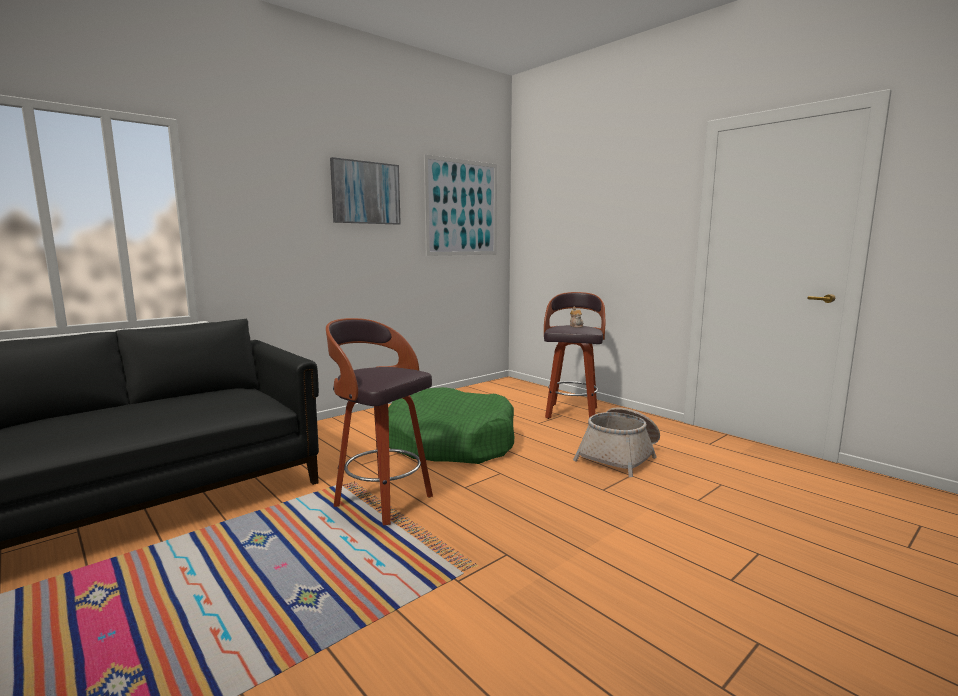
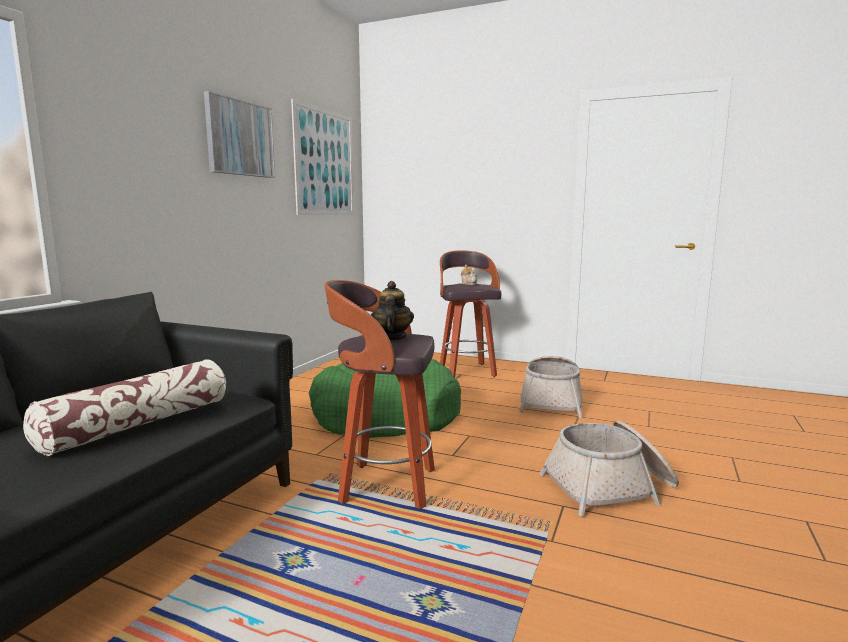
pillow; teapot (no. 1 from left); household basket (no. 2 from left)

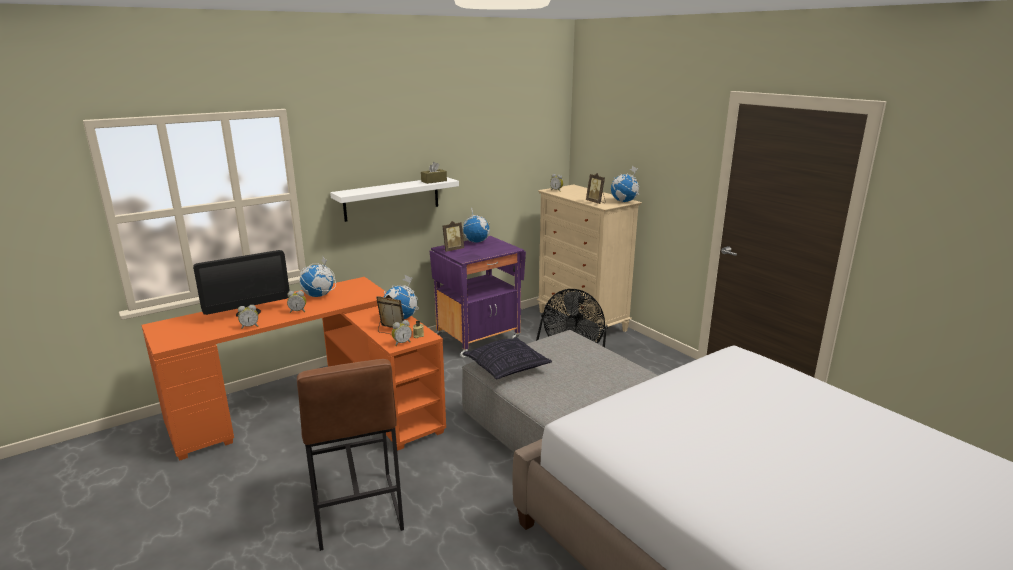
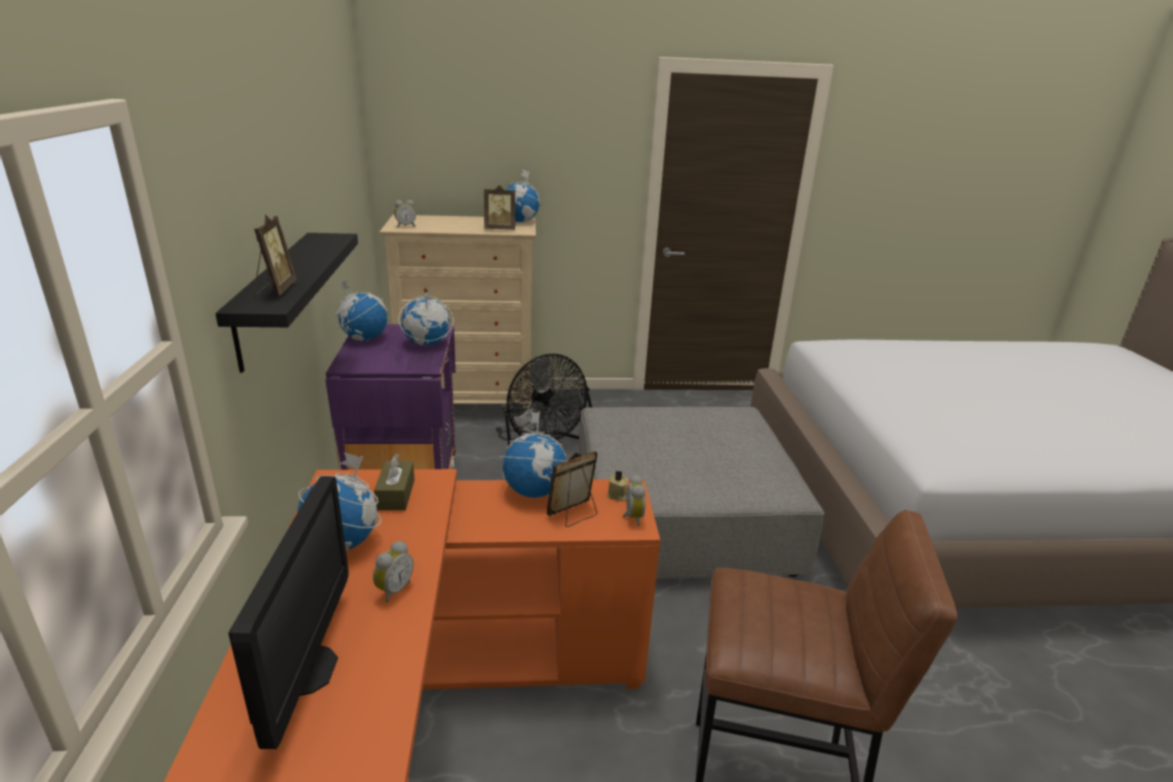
black shelf; standing frame (no. 1 from left); brownish tissue holder; globe (no. 3 from left); bedside clock (no. 1 from left in the first image); pillow

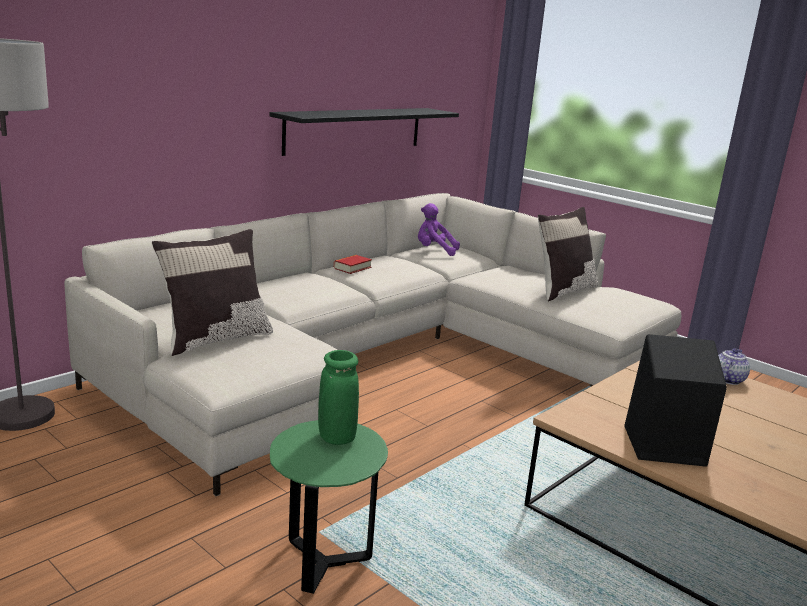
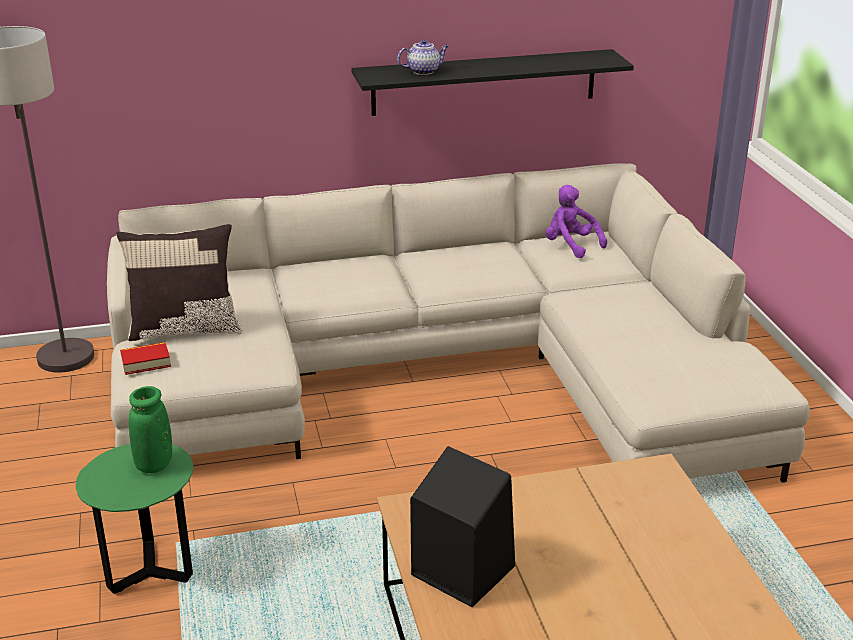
book; teapot; pillow (no. 2 from left in the first image)

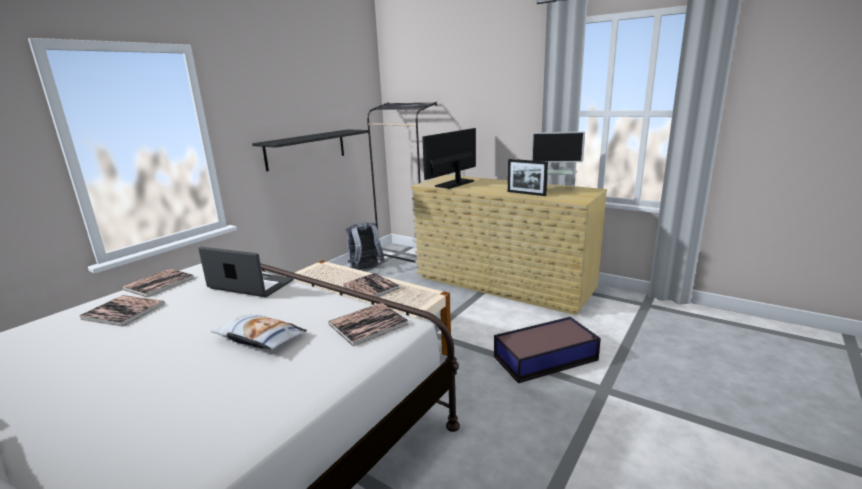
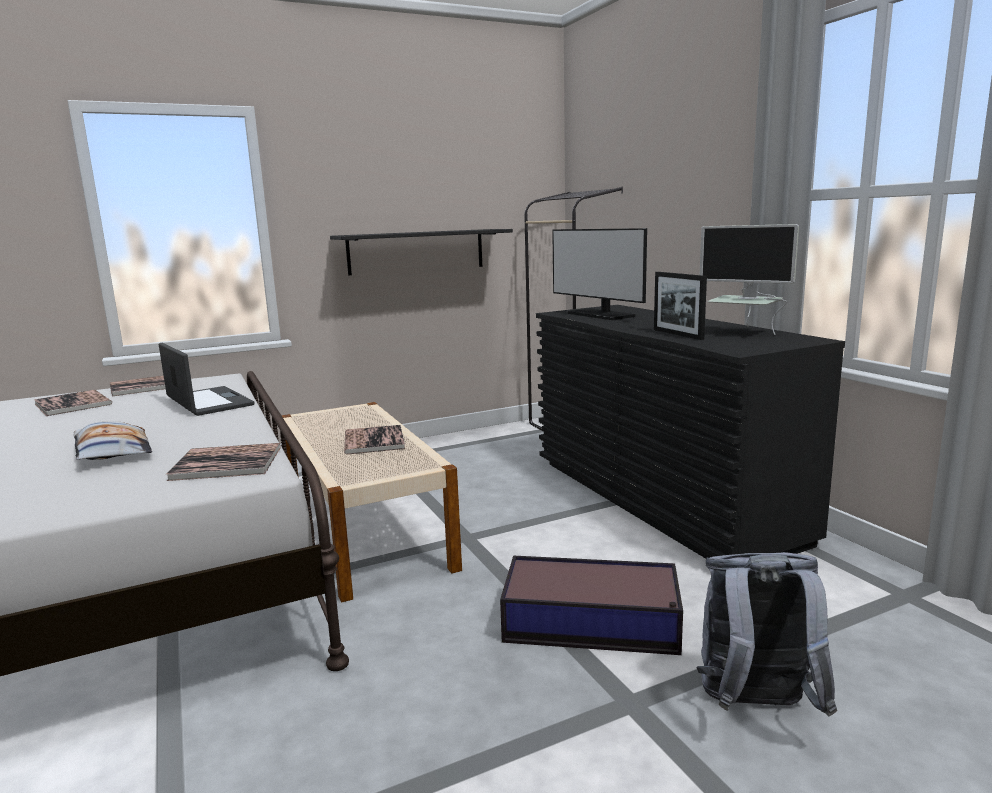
black chest of drawers; computer display (no. 1 from left); gray rucksack

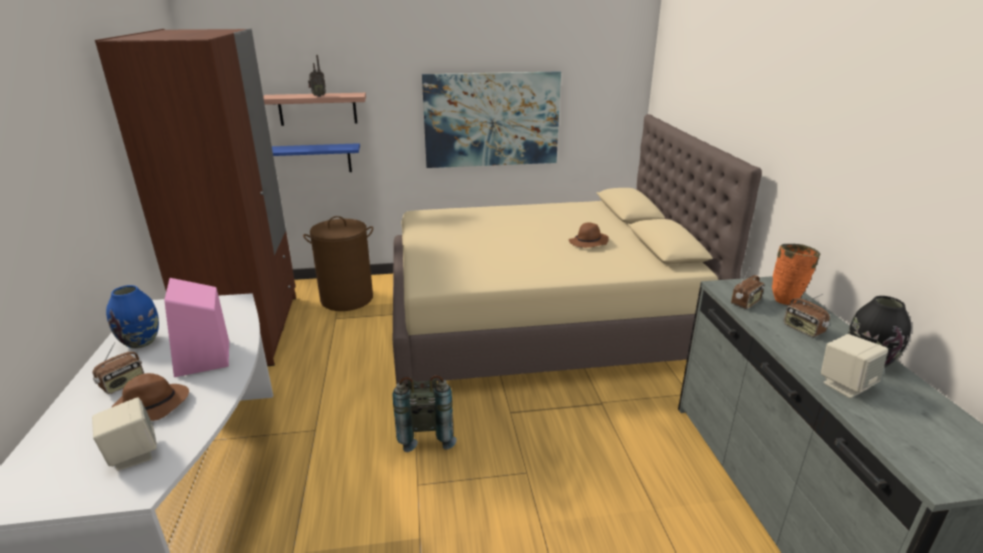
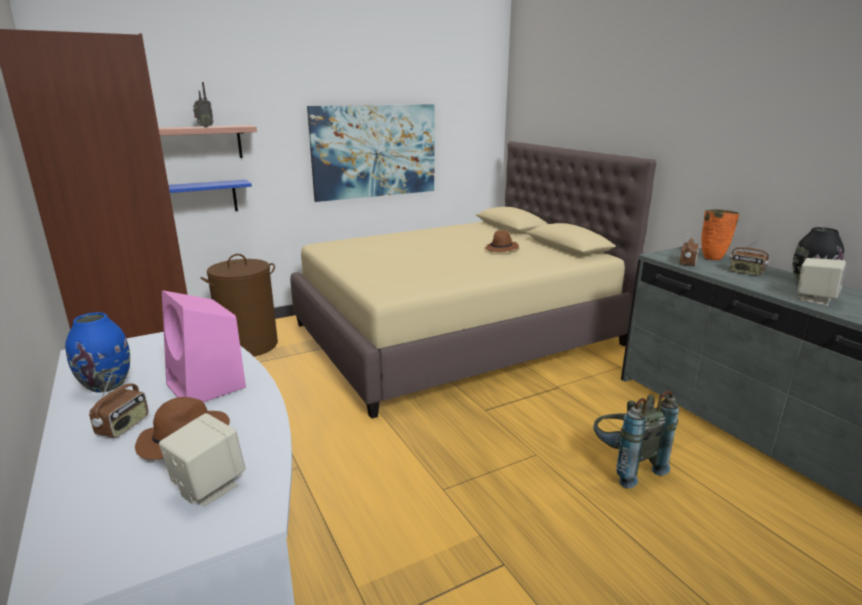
gray rucksack

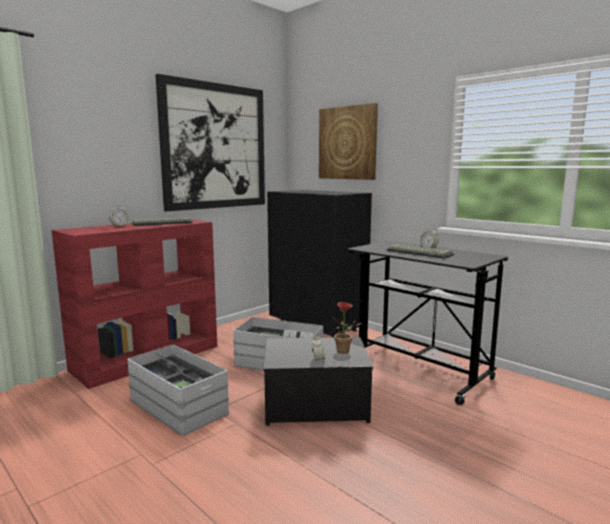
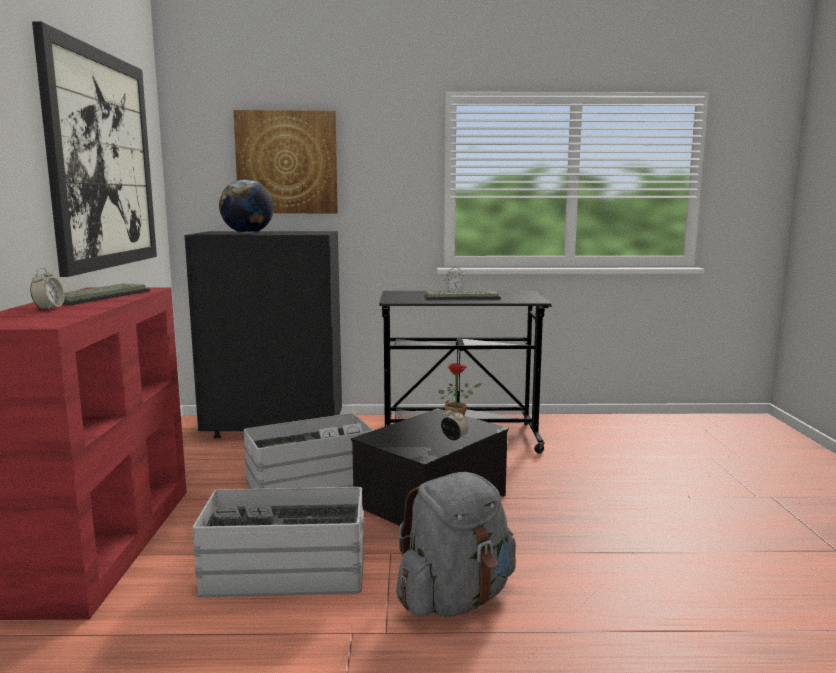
globe; gray rucksack

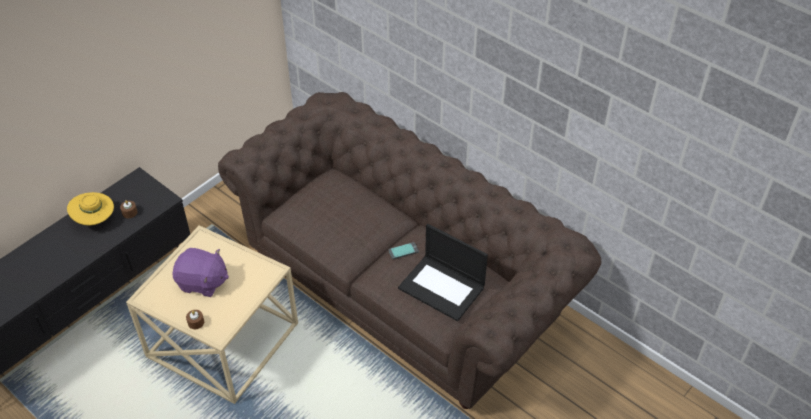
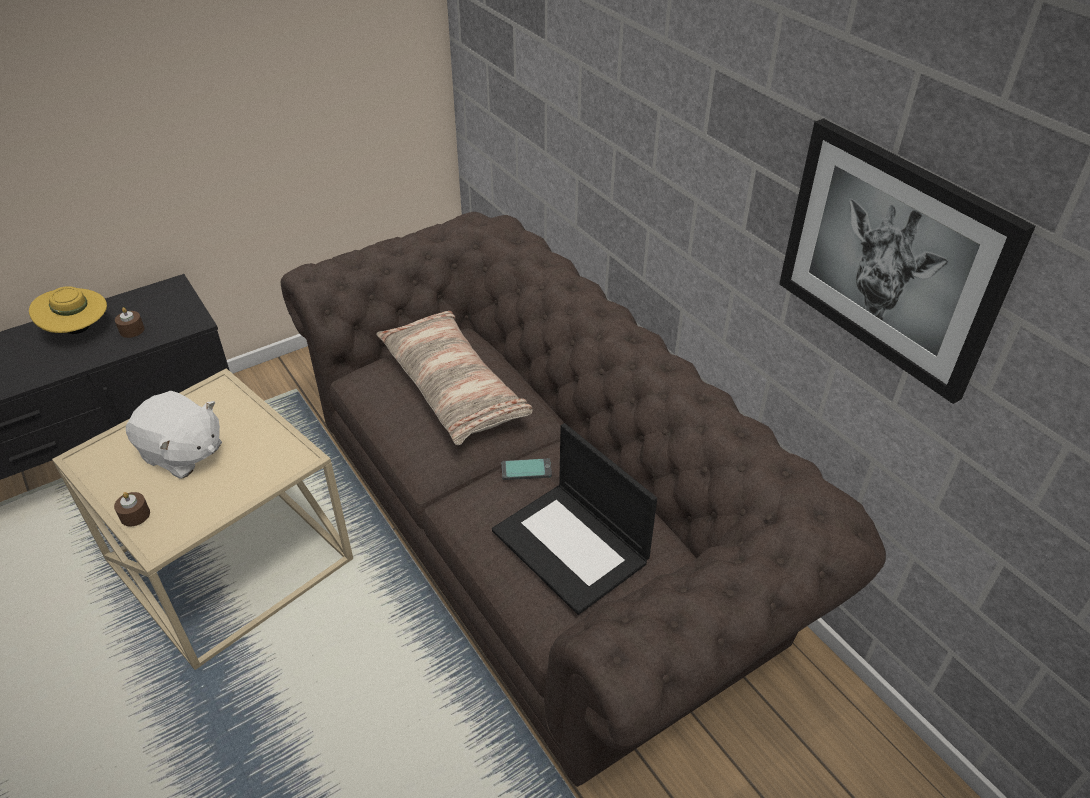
white-coloured cuddly toy; pillow; picture

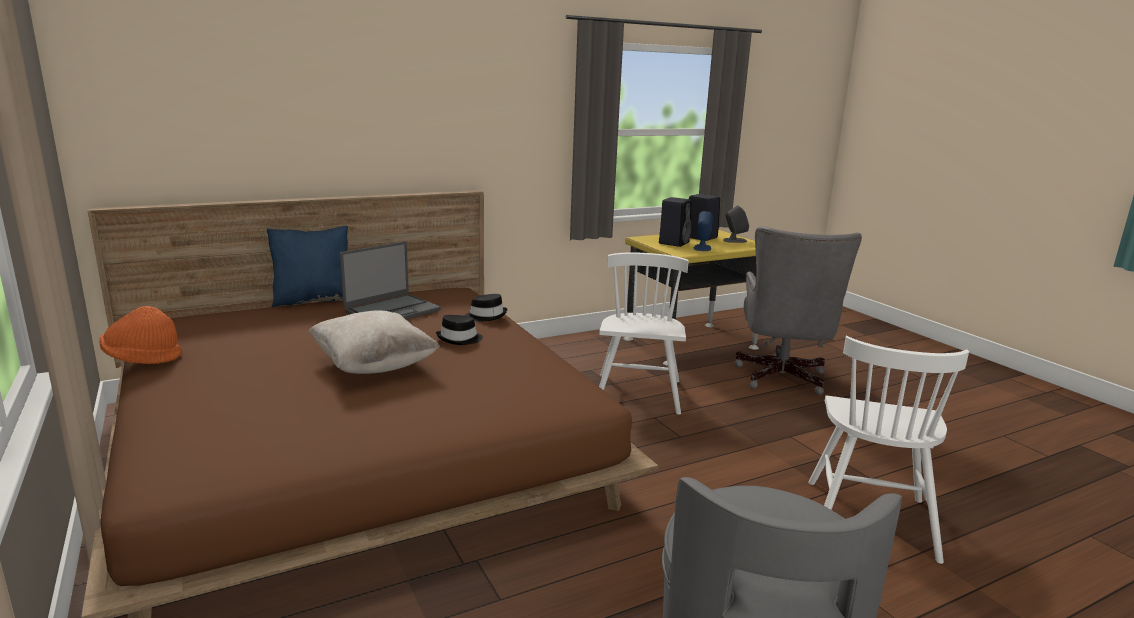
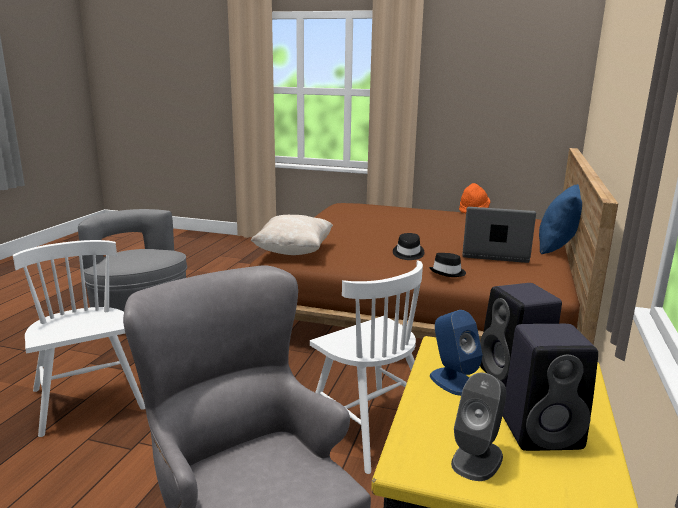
beige pillow; laptop

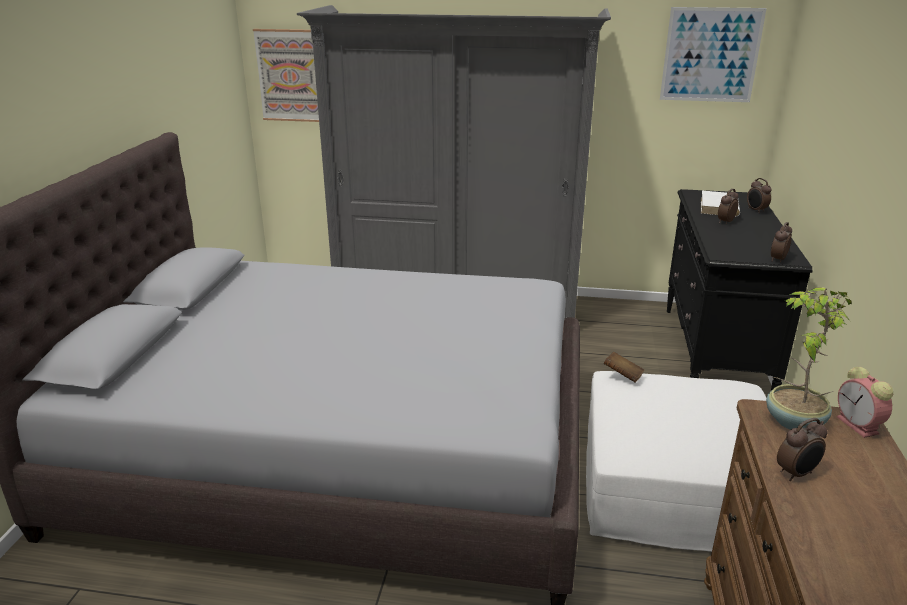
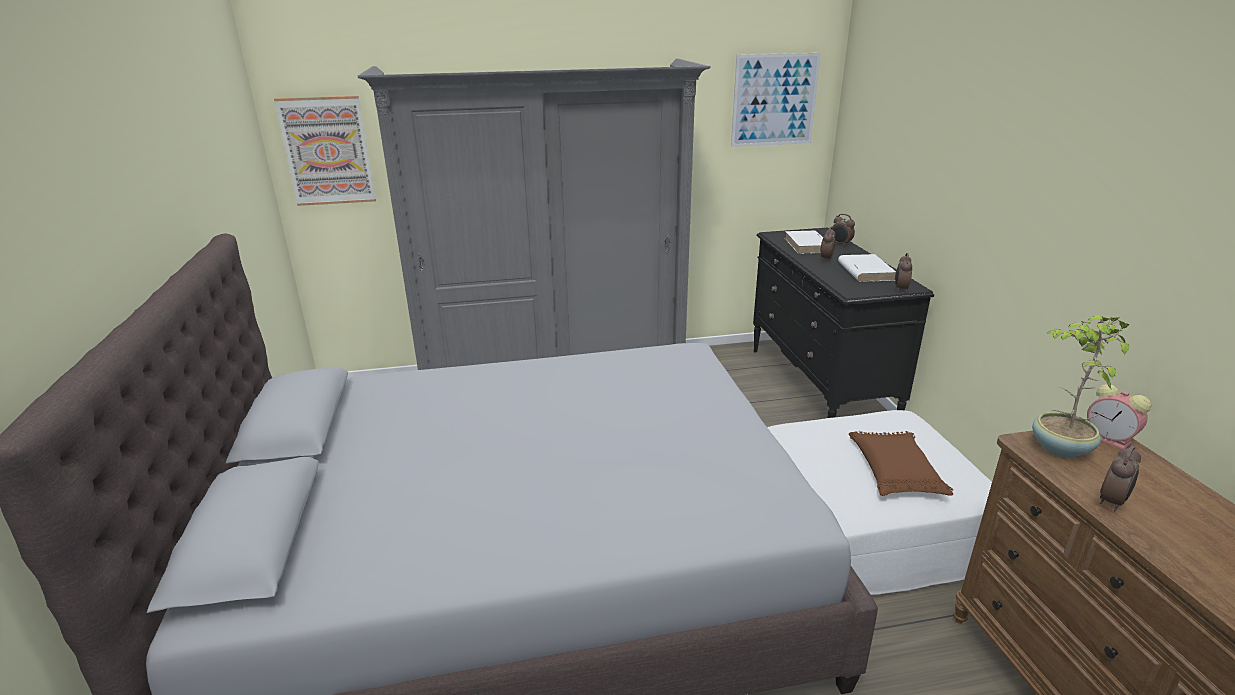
white-coloured book (no. 2 from left); brownish pillow; brownish book

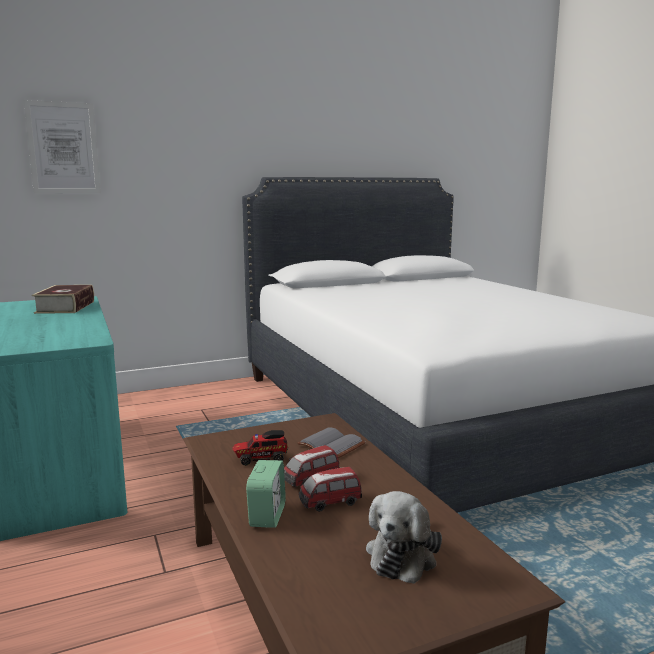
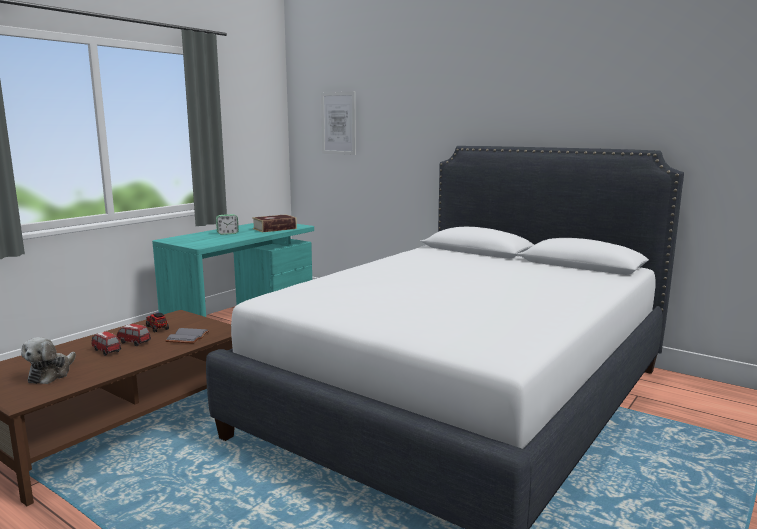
cuddly toy; bedside clock

